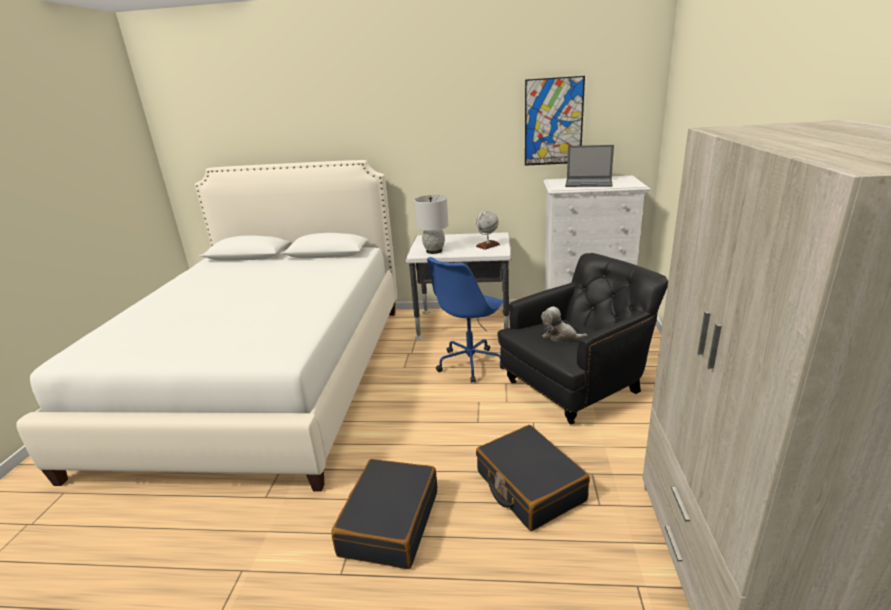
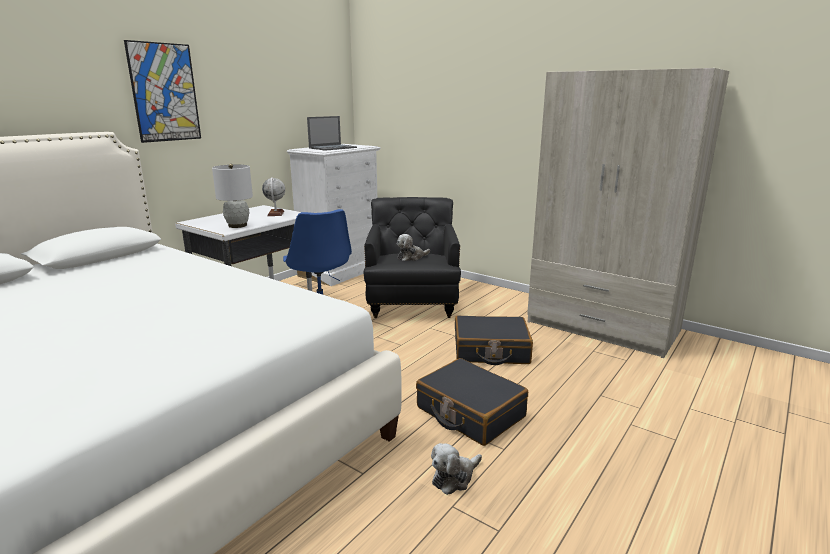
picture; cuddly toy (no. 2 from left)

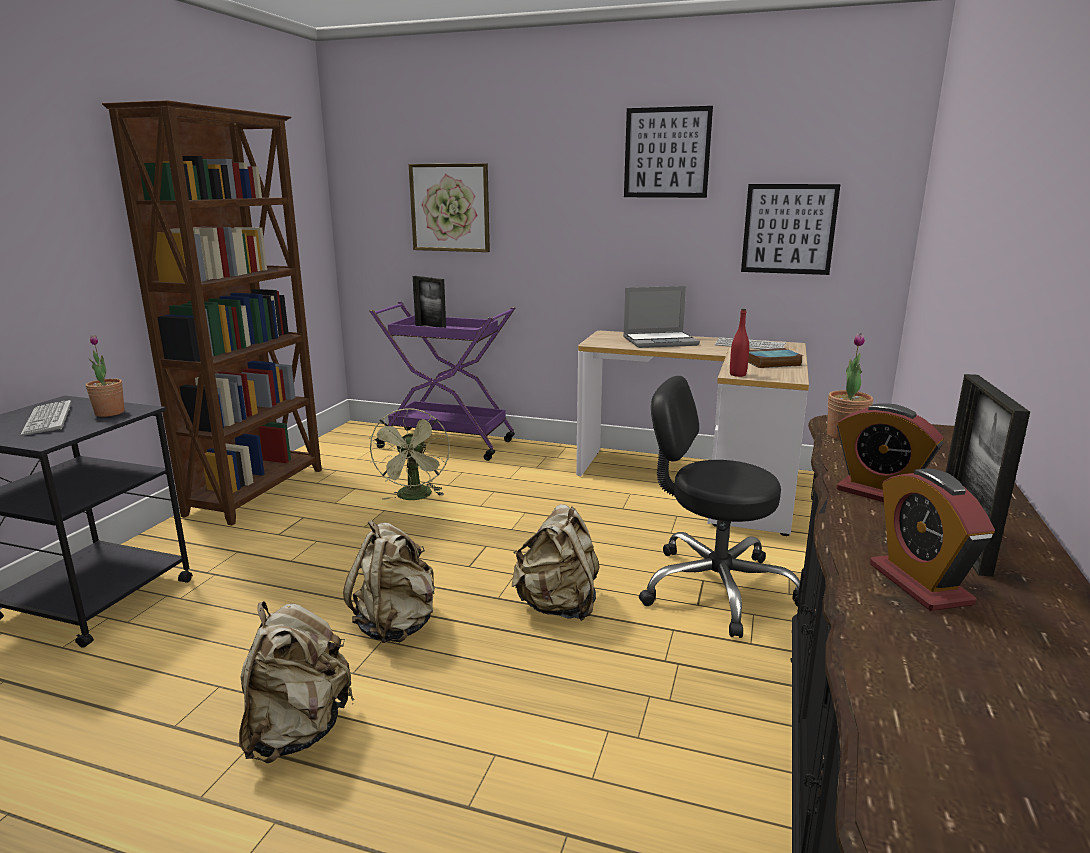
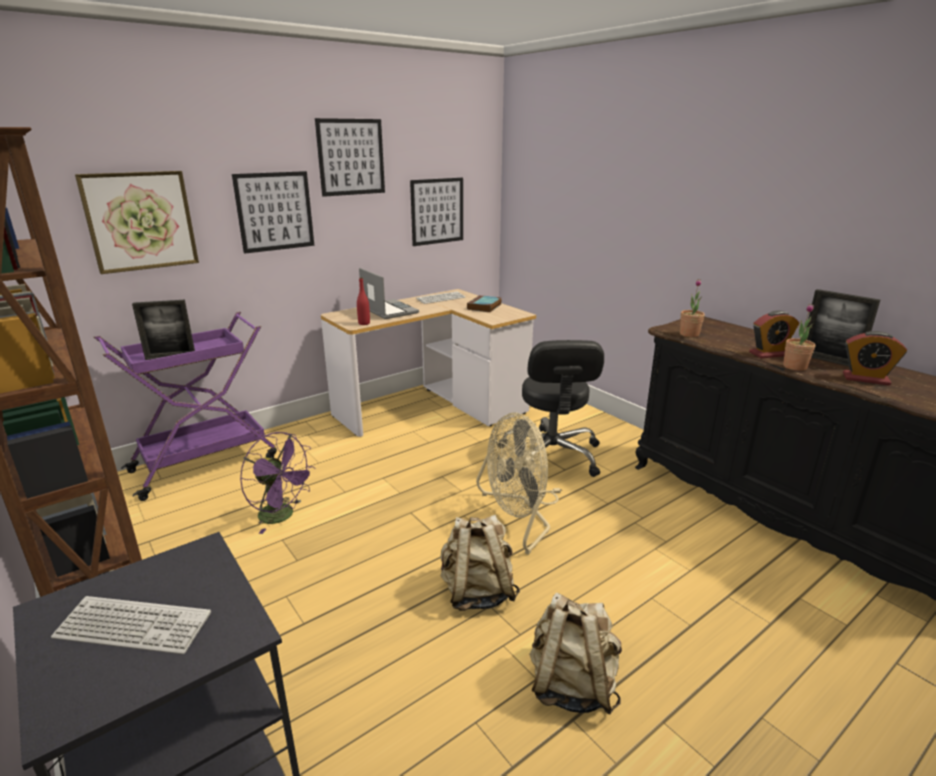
picture (no. 2 from left); purplish fan; reddish beverage bottle; laptop; beige fan; black computer chair; plant in a pot (no. 2 from left)

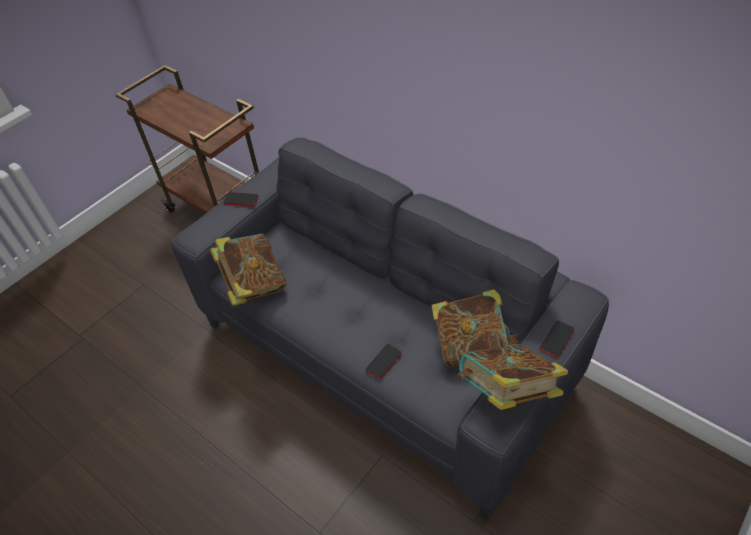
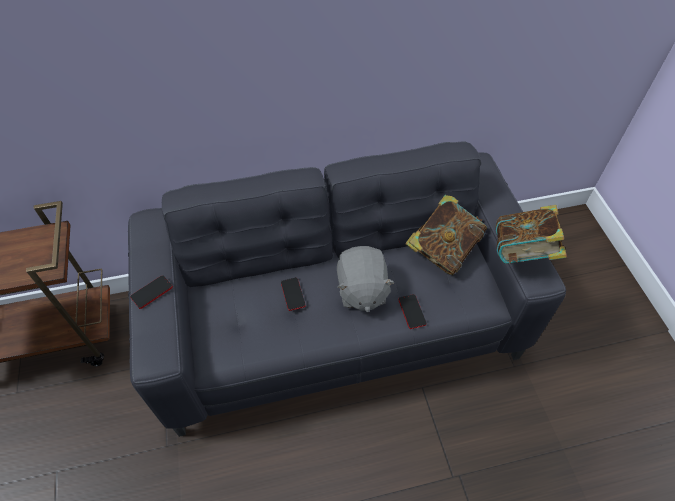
phone (no. 2 from left); gray cuddly toy; book (no. 1 from left in the first image)

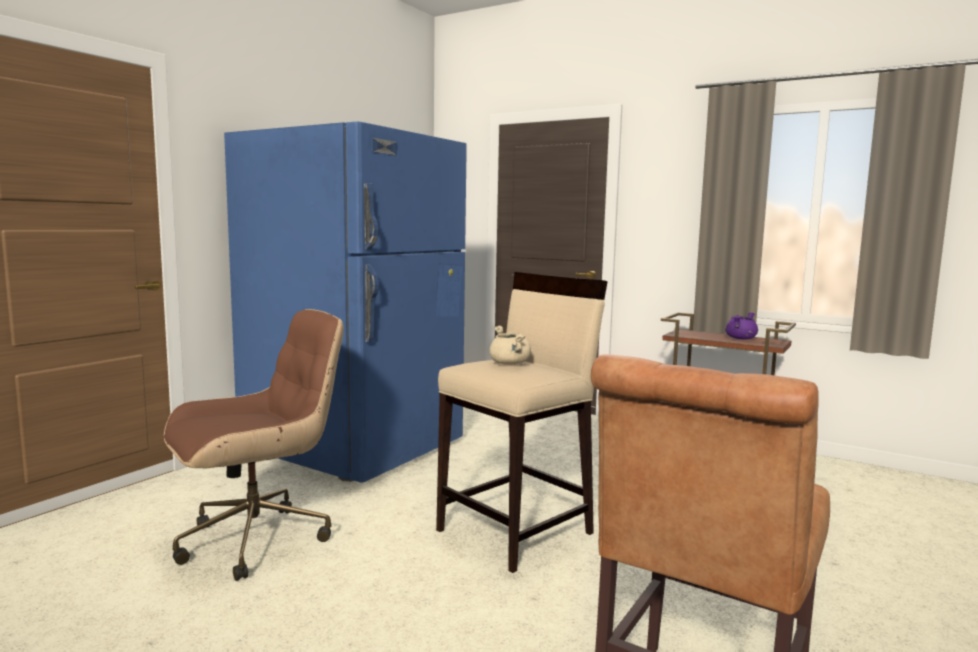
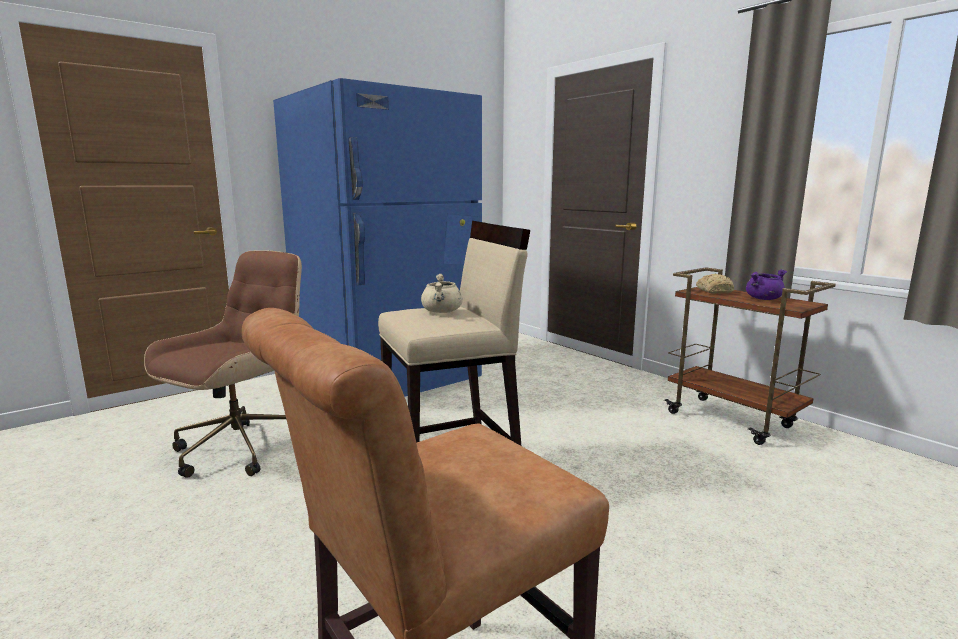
brownish computer chair; bread

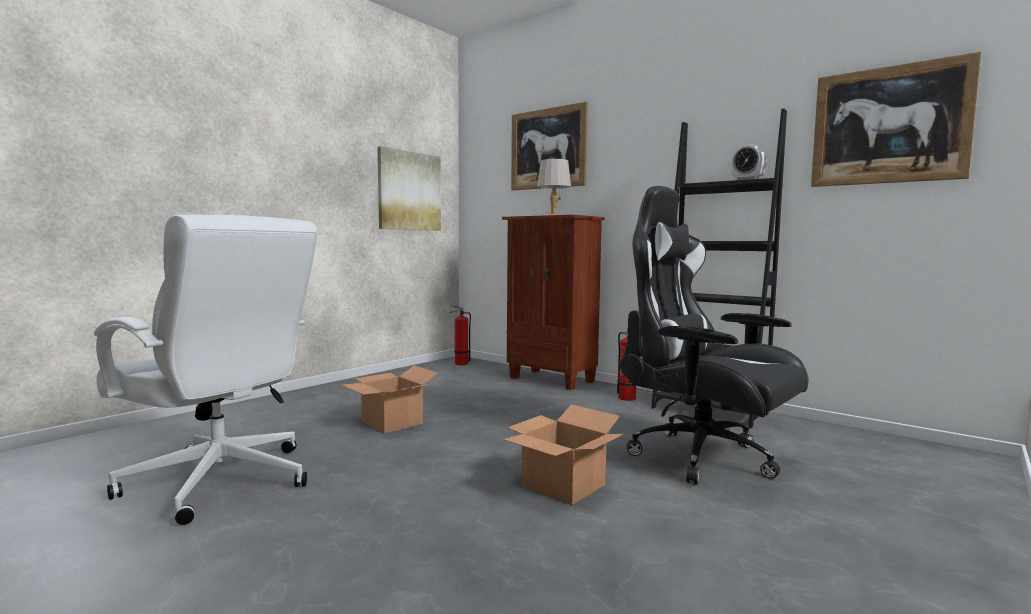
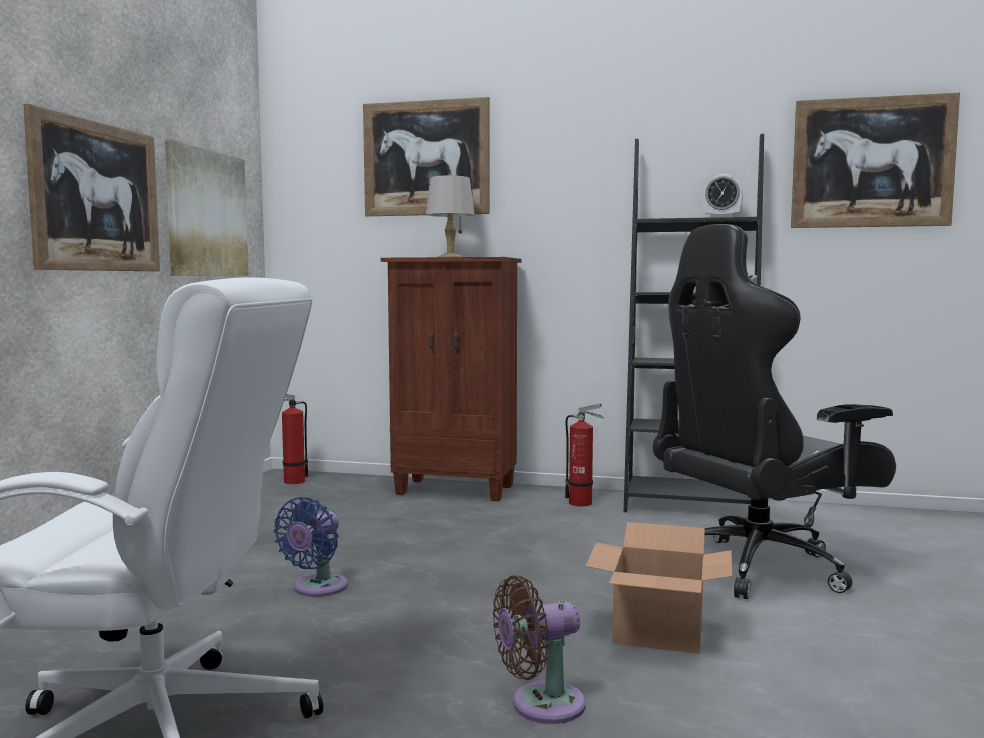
picture (no. 1 from left); blue-coloured fan; brownish fan; black computer chair

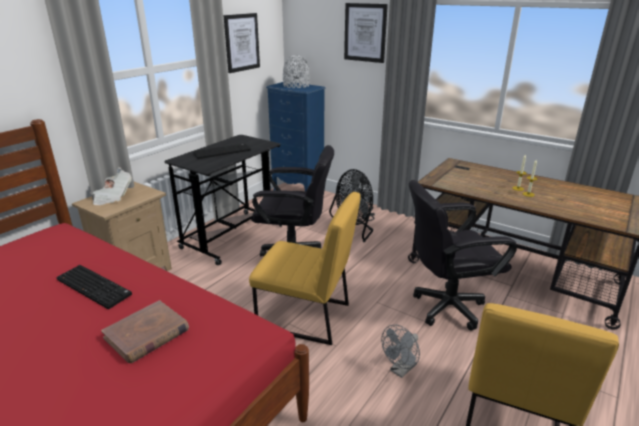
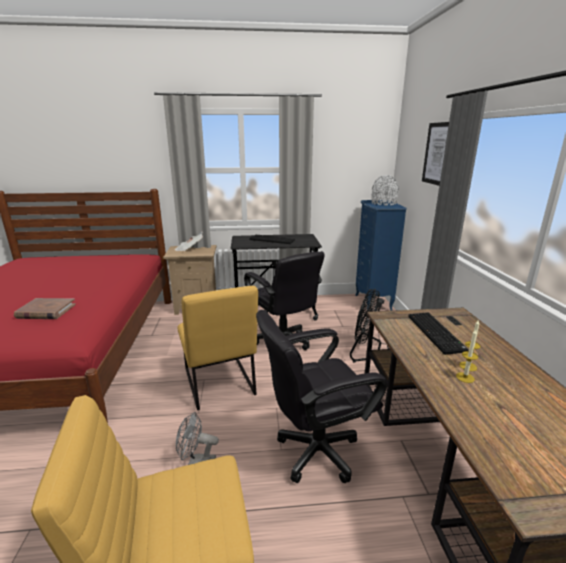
black computer chair (no. 2 from left); computer keyboard (no. 2 from left); picture (no. 1 from left in the first image)

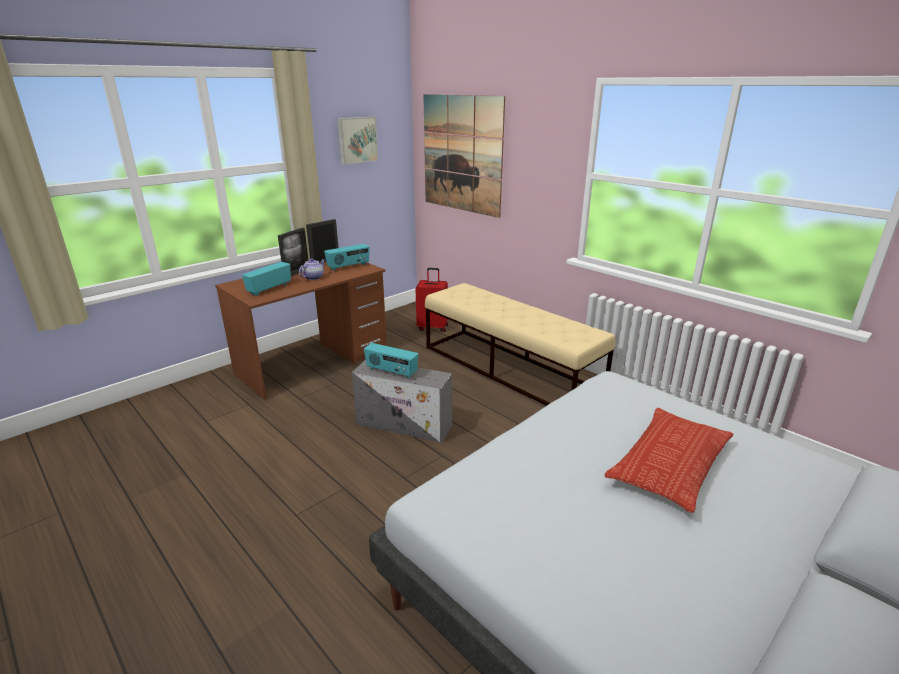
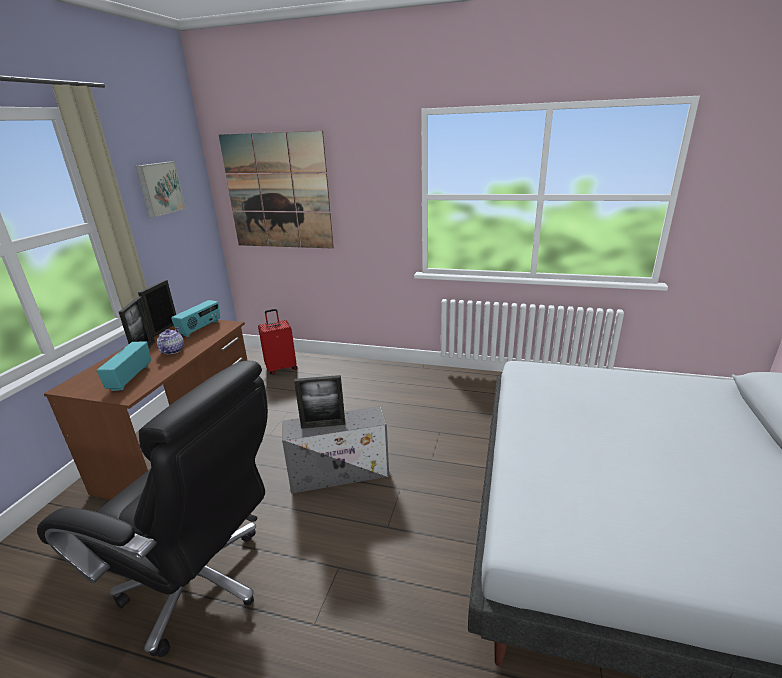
black computer chair; standing frame (no. 3 from left); beige indoor bench; pillow

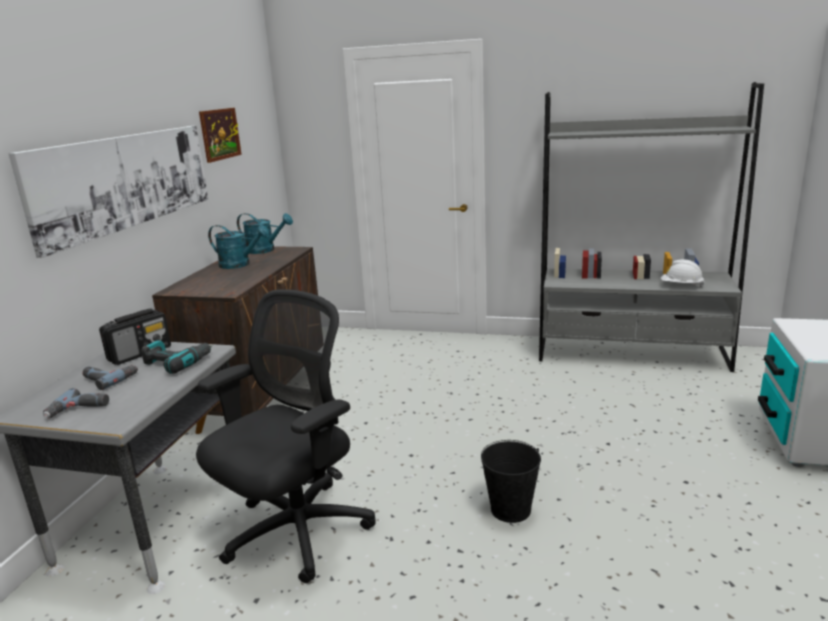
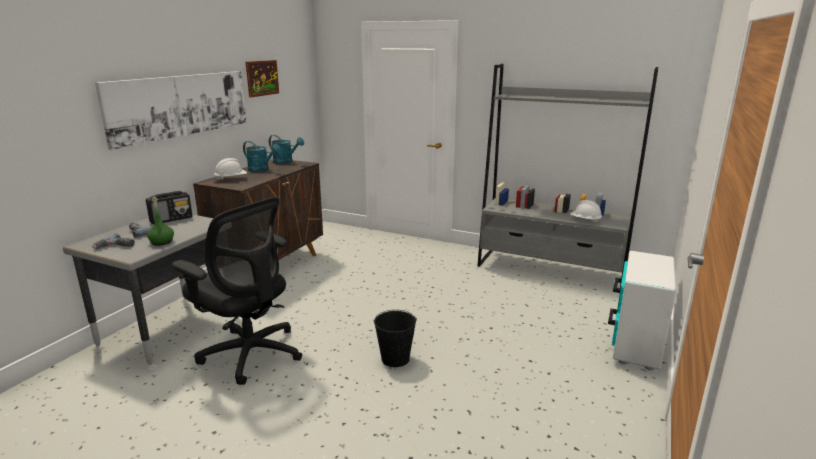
green-coloured beverage bottle; black computer chair; white-coloured safety helmet (no. 1 from left); drill (no. 3 from left in the first image)

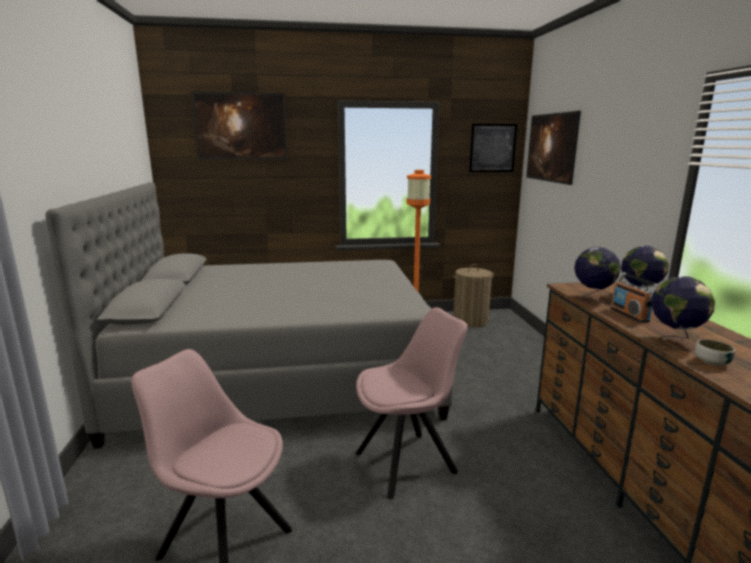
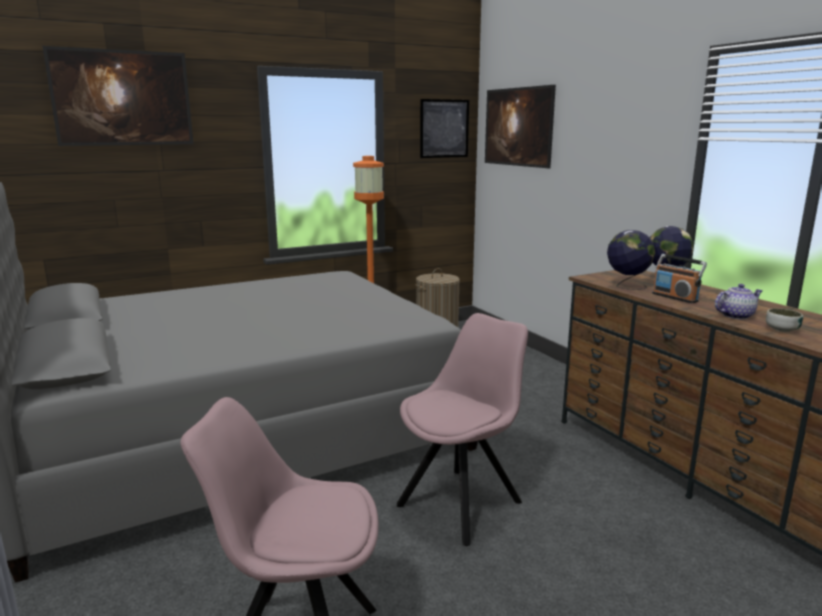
teapot

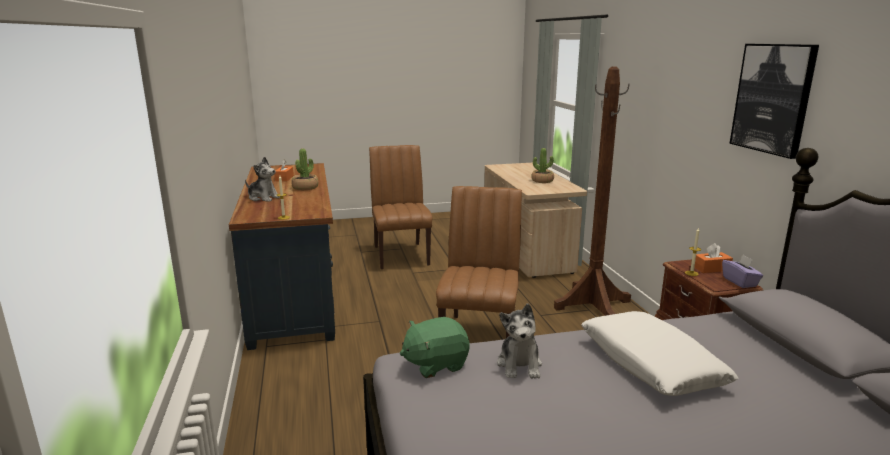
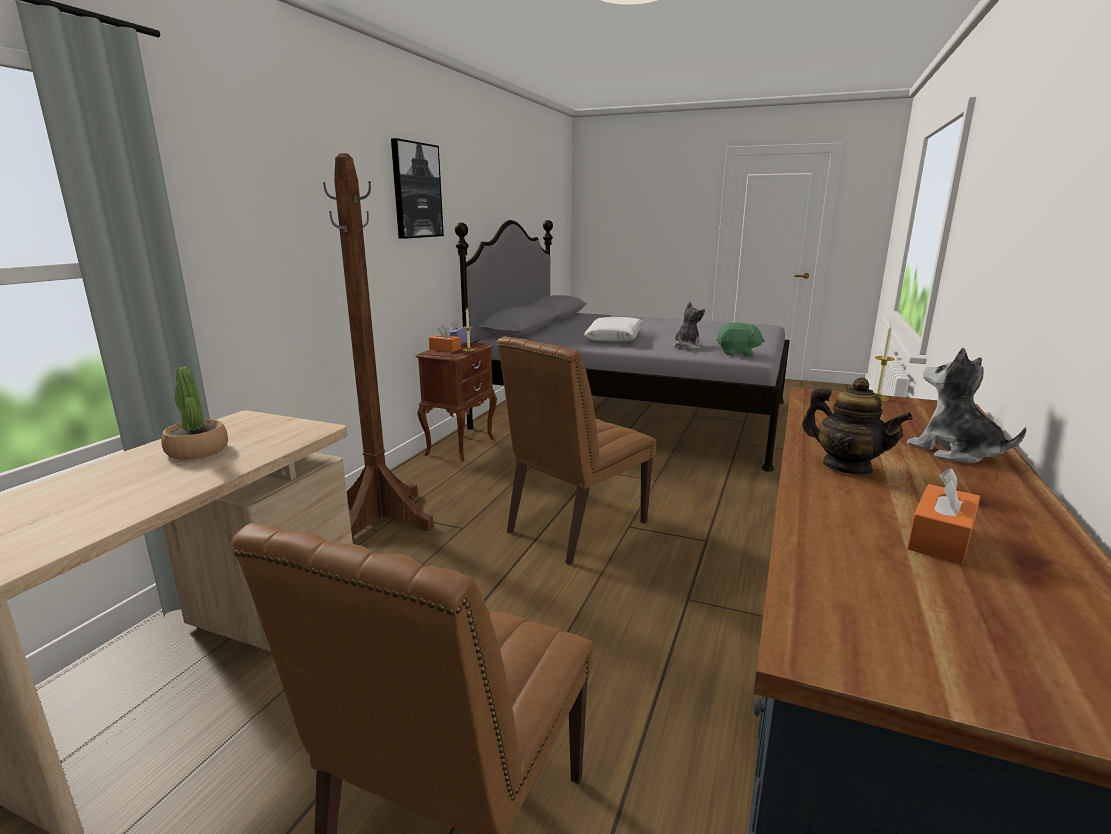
teapot

